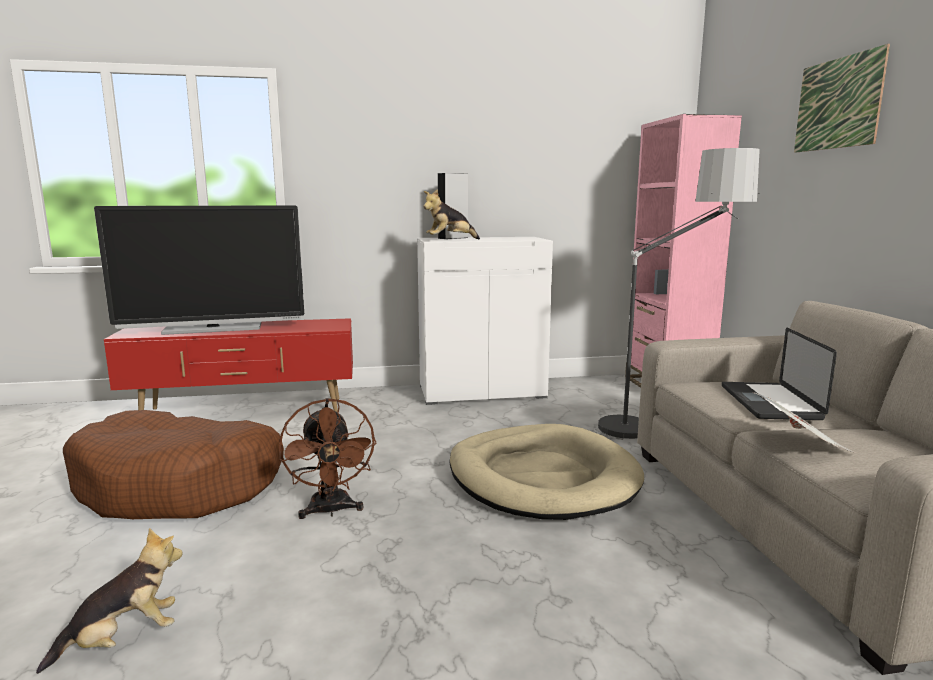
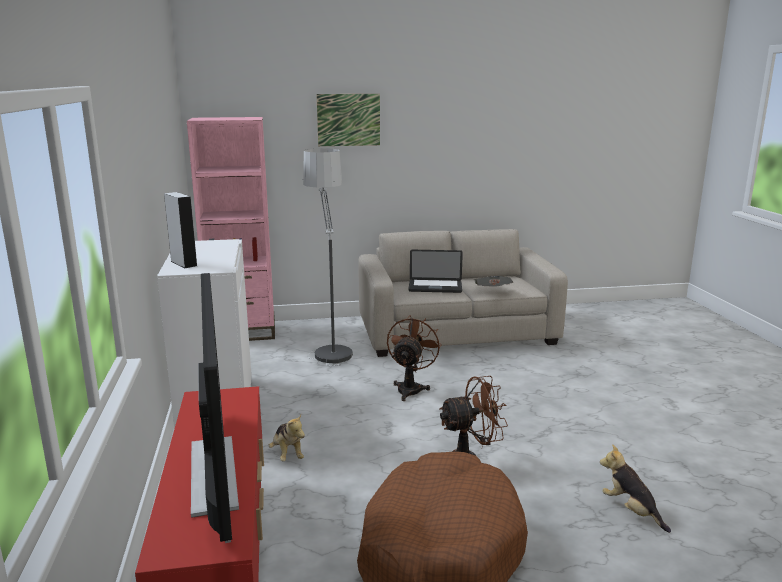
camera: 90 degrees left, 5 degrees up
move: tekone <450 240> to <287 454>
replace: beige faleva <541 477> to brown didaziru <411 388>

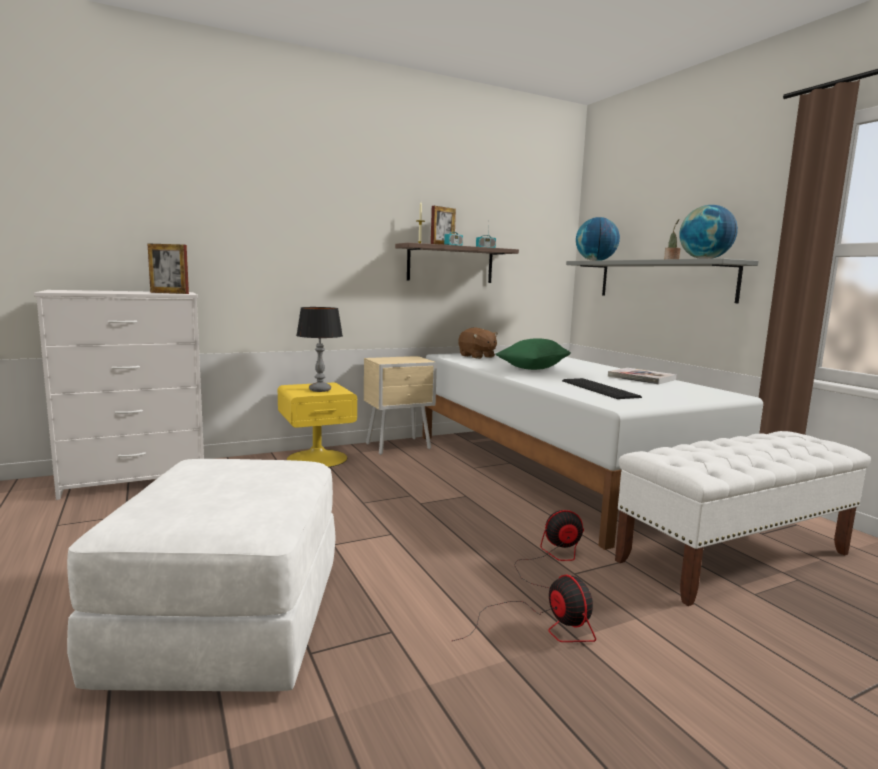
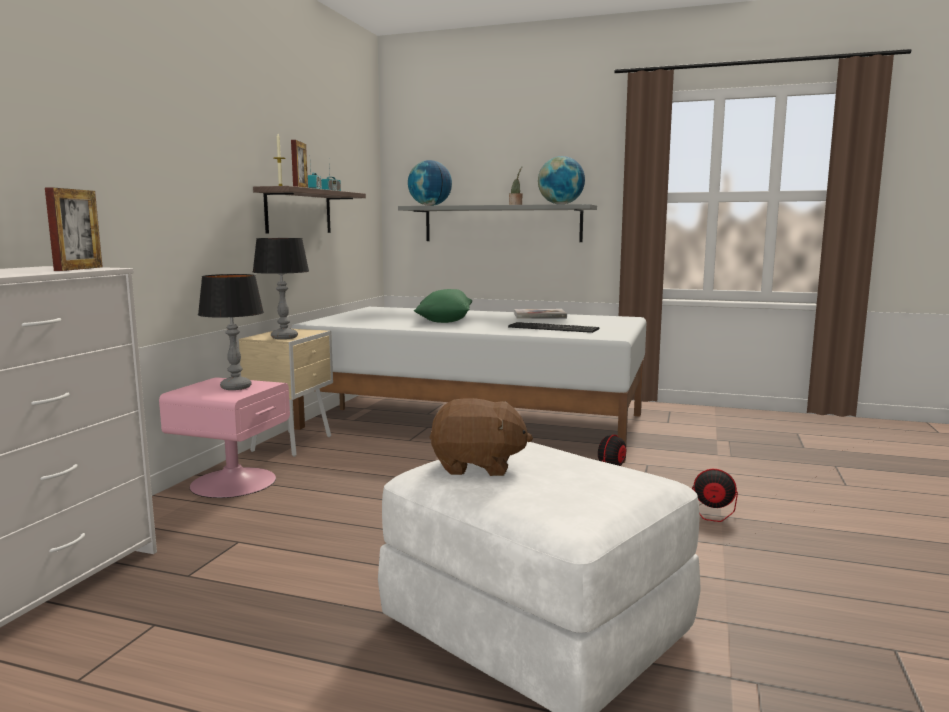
camera: 45 degrees left, 0 degrees up
delete: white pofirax <734 557>
insert: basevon <284 337>
move: brown tekone <477 356> to <477 466>
recolor: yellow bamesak <317 458> to pink bamesak <232 482>
rotate: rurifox <169 293> = <79 269> 45 degrees counterclockwise

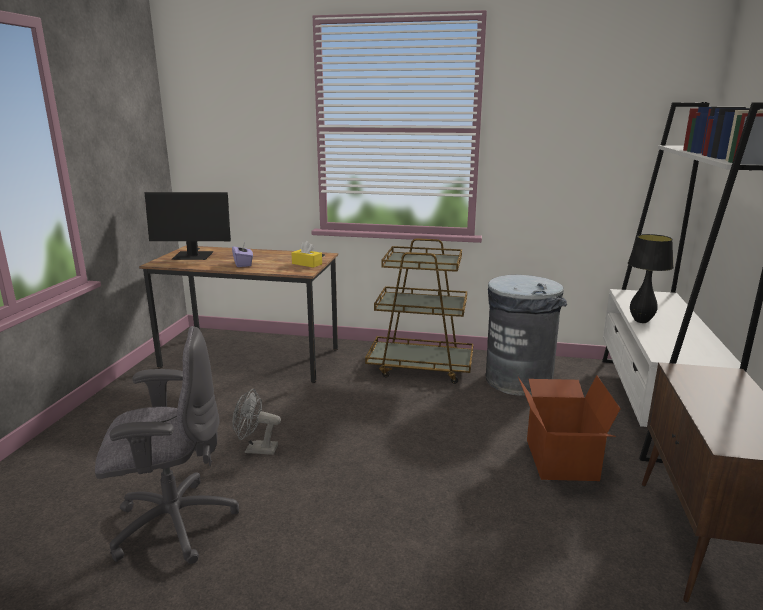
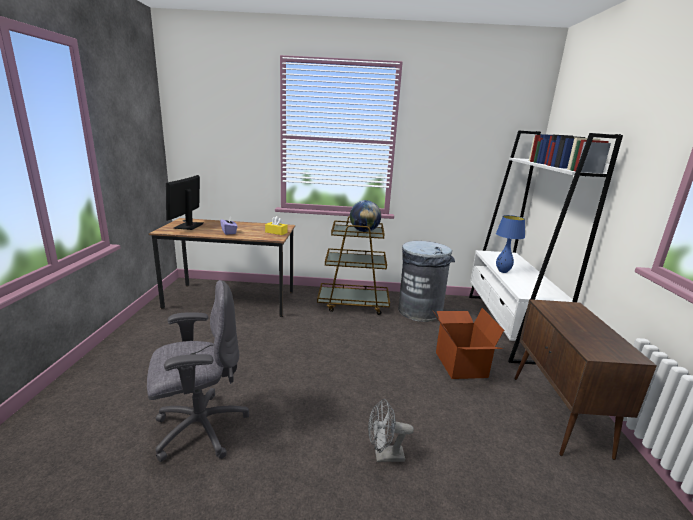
camera: 10 degrees left, 0 degrees up
insert: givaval <364 231>
move: grey didaziru <256 449> to <384 456>
recolor: black basevon <641 321> to blue basevon <503 271>
rotate: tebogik <193 256> = <188 226> 105 degrees clockwise

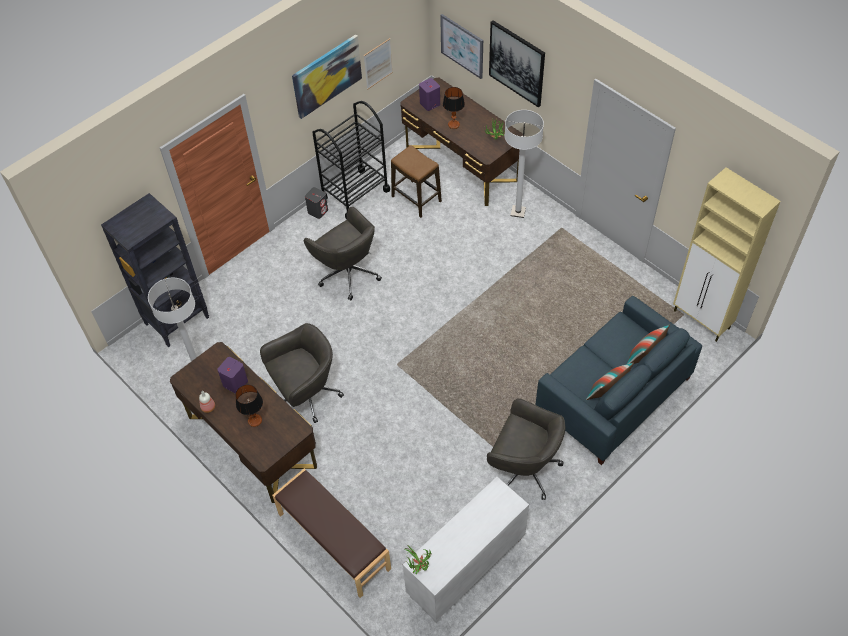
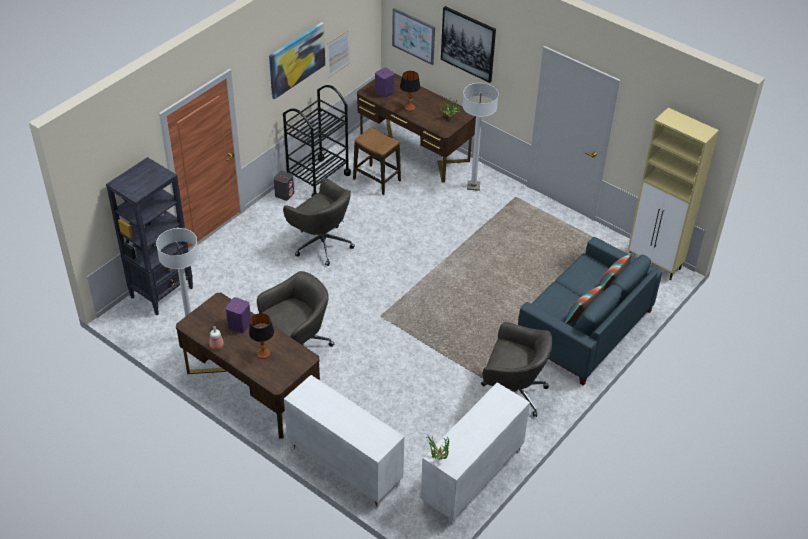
camera: 10 degrees left, 10 degrees down
replace: brown pofirax <333 541> to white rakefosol <343 466>

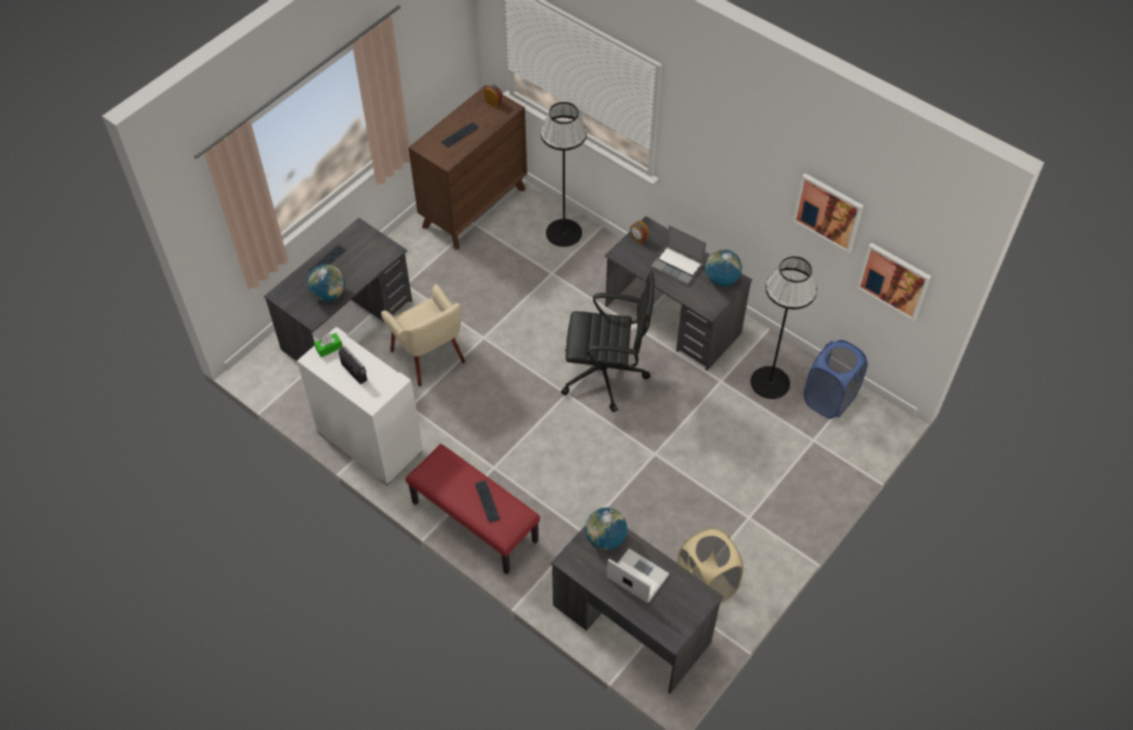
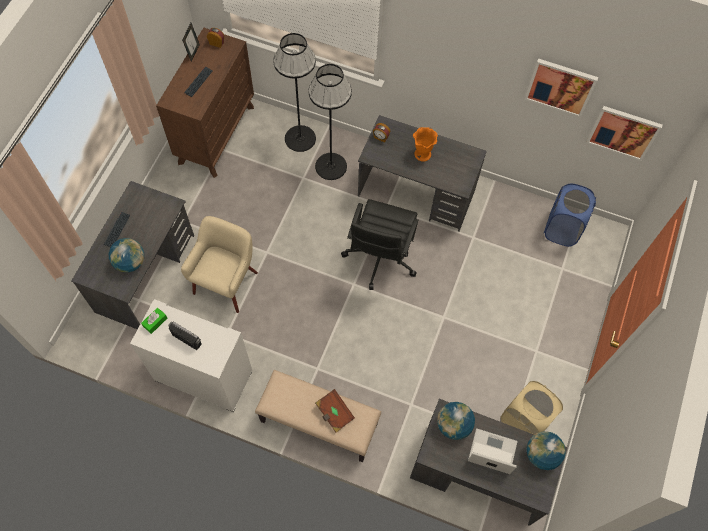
camera: 20 degrees left, 10 degrees up
insert: rurifox <193 52>
move: givaval <721 279> to <541 454>; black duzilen <770 382> to <331 166>
replace: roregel <678 265> to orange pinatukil <422 154>; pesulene <487 501> to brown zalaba <334 413>
recolor: red pofirax <474 522> to beige pofirax <318 423>
rotate: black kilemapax <606 375> = <380 258> 120 degrees clockwise; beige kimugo <429 356> = <226 282> 105 degrees counterclockwise

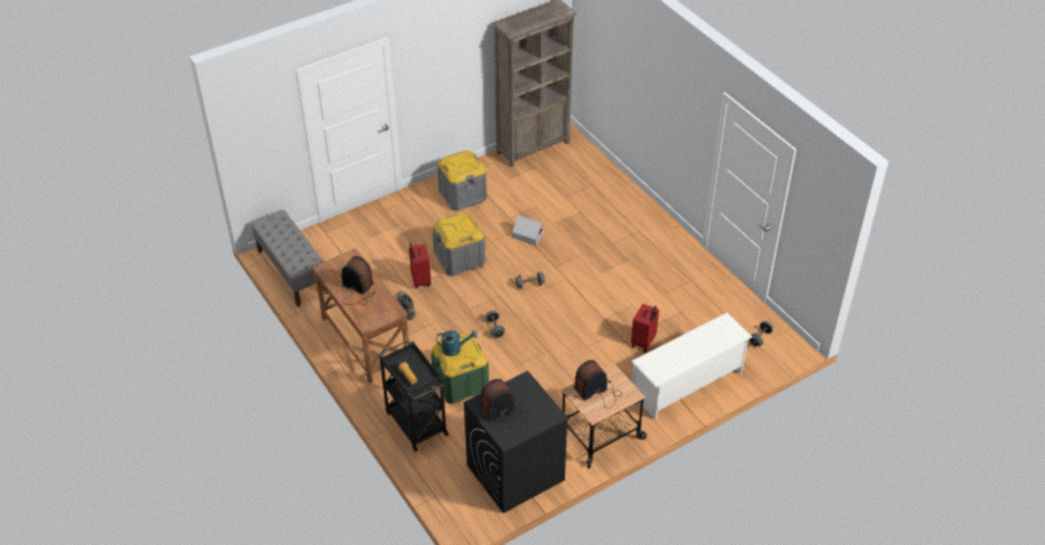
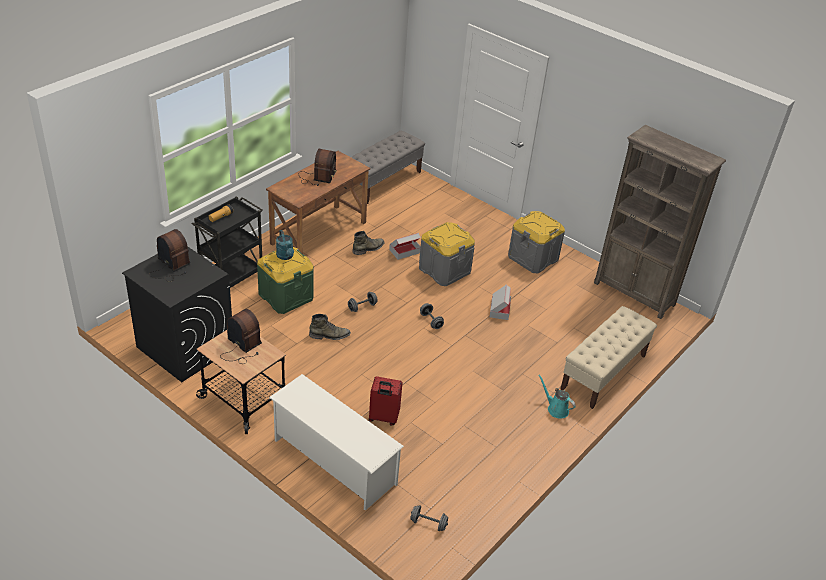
camera: 70 degrees right, 5 degrees down
insert: beige pofirax <603 372>; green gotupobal <329 335>; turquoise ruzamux <556 409>
replace: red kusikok <420 280> to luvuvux <405 251>

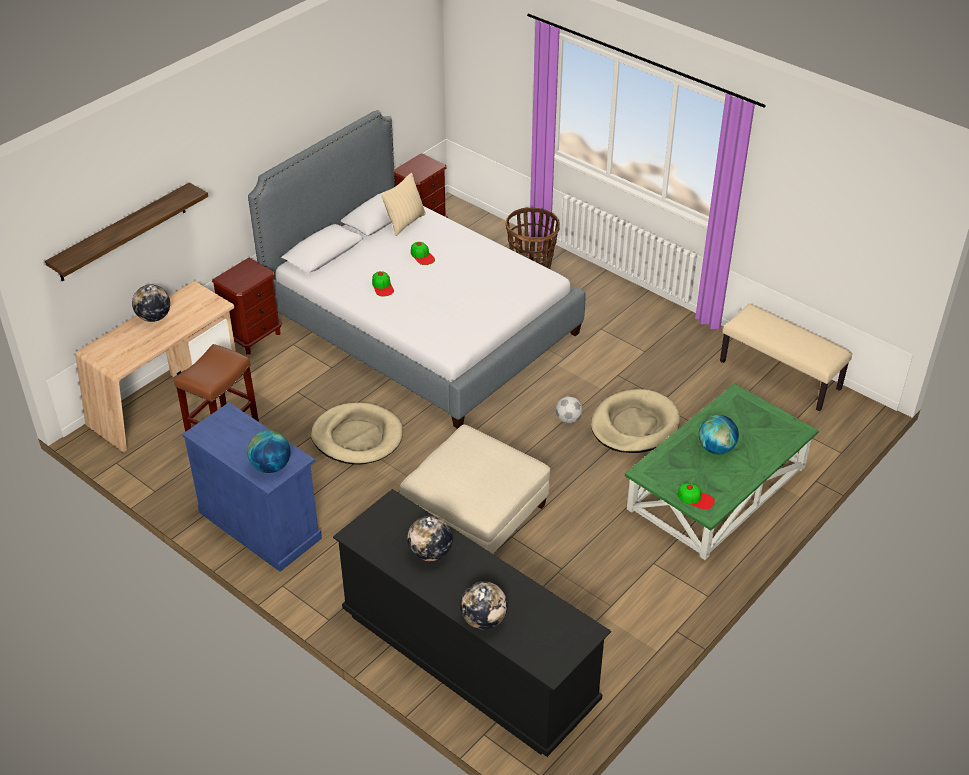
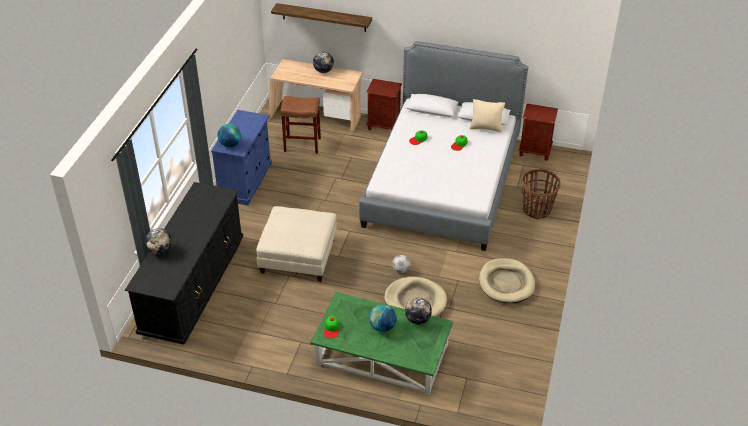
camera: 65 degrees right, 0 degrees up
delete: beige pofirax <780 375>
move: beige faleva <357 437> to <506 283>; givaval <430 553> to <417 320>

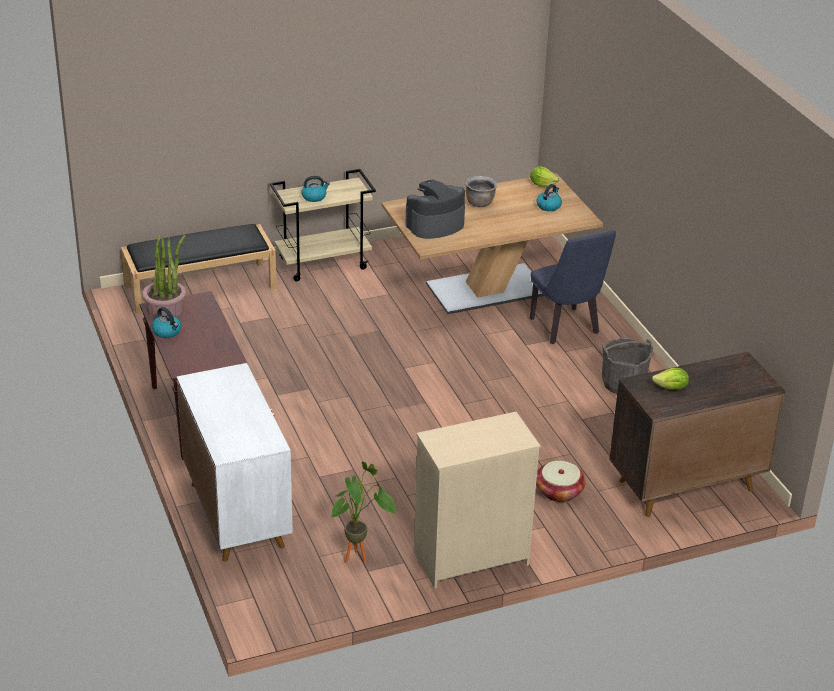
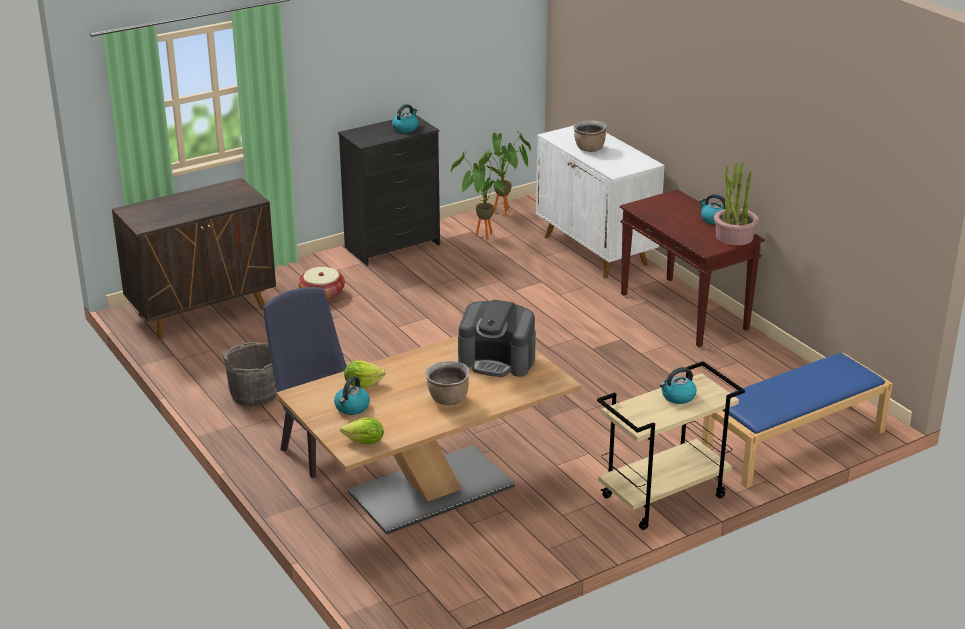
camera: 170 degrees right, 5 degrees down
insert: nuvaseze <405 128>; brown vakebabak <589 149>; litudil <506 213>
move: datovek <671 388> to <362 384>
recolor: black pofirax <201 286> to blue pofirax <793 443>; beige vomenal <470 557> to black vomenal <392 246>
rotate: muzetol <435 225> = <497 360> 60 degrees clockwise

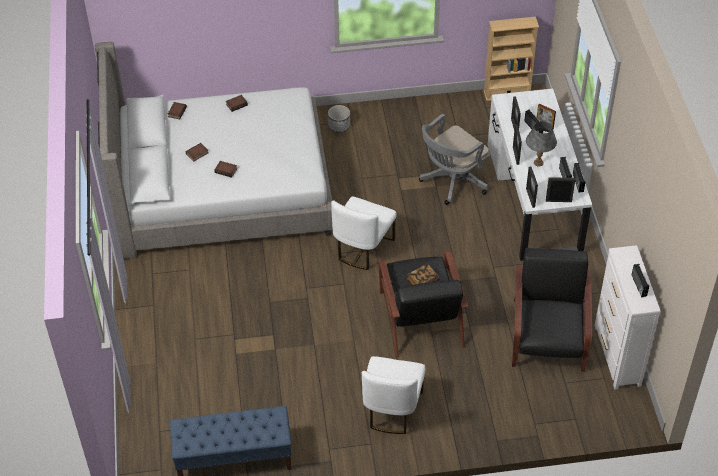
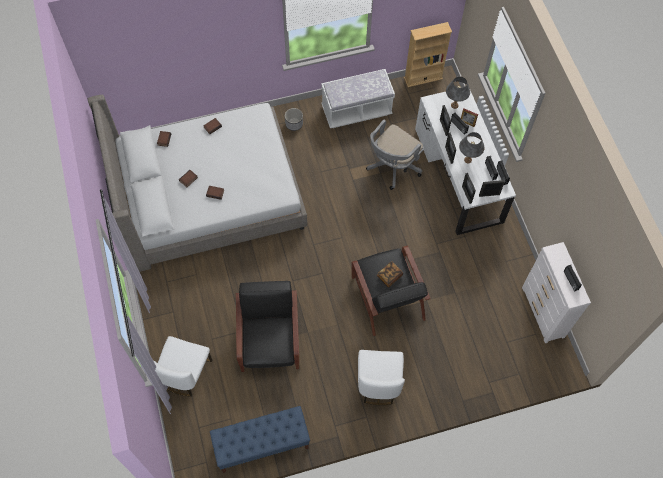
camera: 10 degrees left, 15 degrees up
insert: white pofirax <356 111>; grey basevon <454 105>
move: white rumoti <363 248> to <185 373>; black kimugo <548 336> to <269 339>

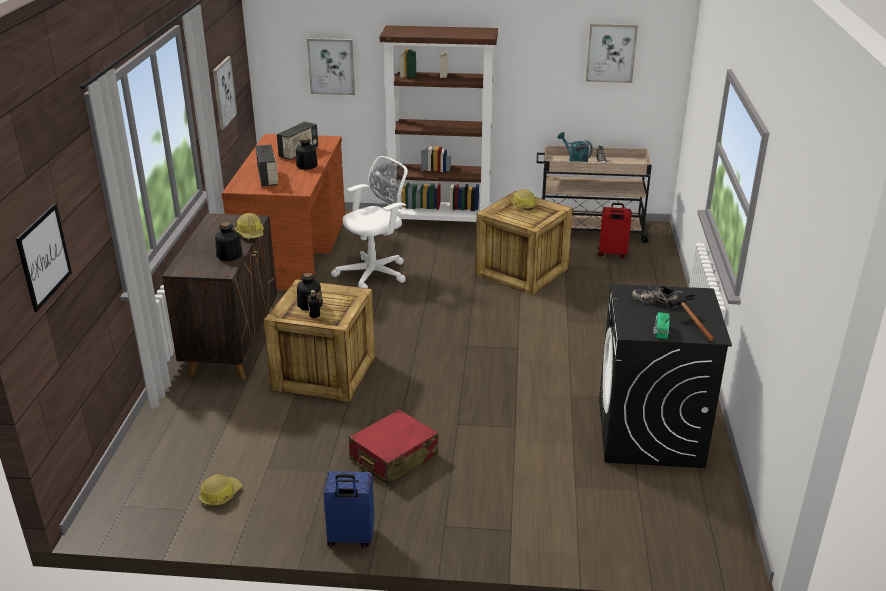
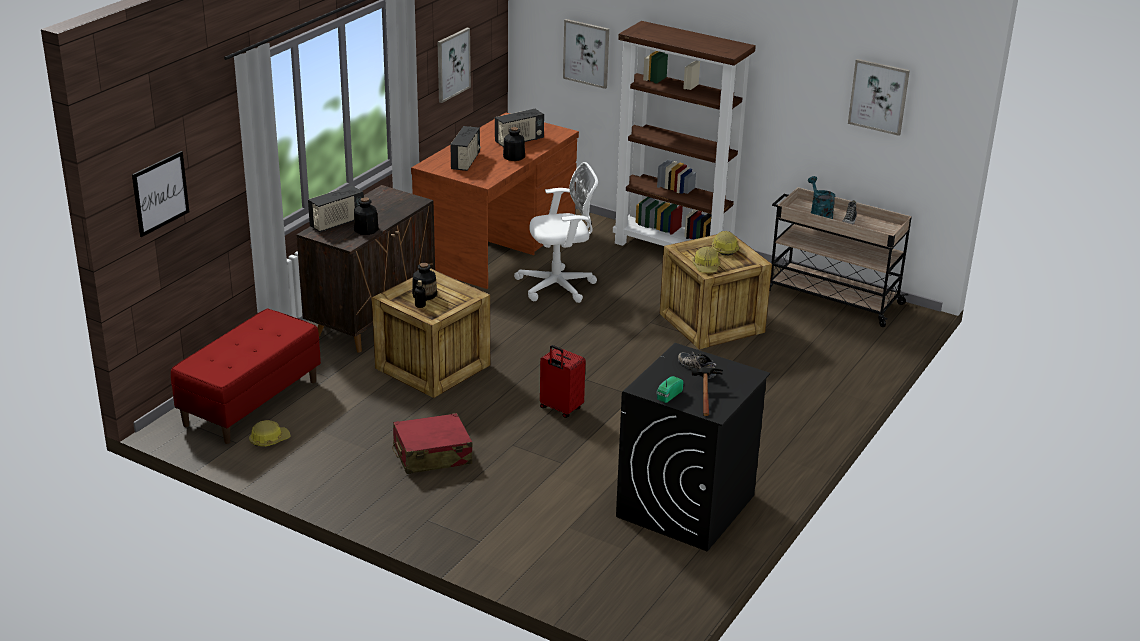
camera: 25 degrees right, 0 degrees up
delete: blue kusikok <350 538>
insert: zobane <337 223>; red pofirax <251 402>
move: red kusikok <612 254> to <560 409>; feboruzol <250 233> to <706 267>

